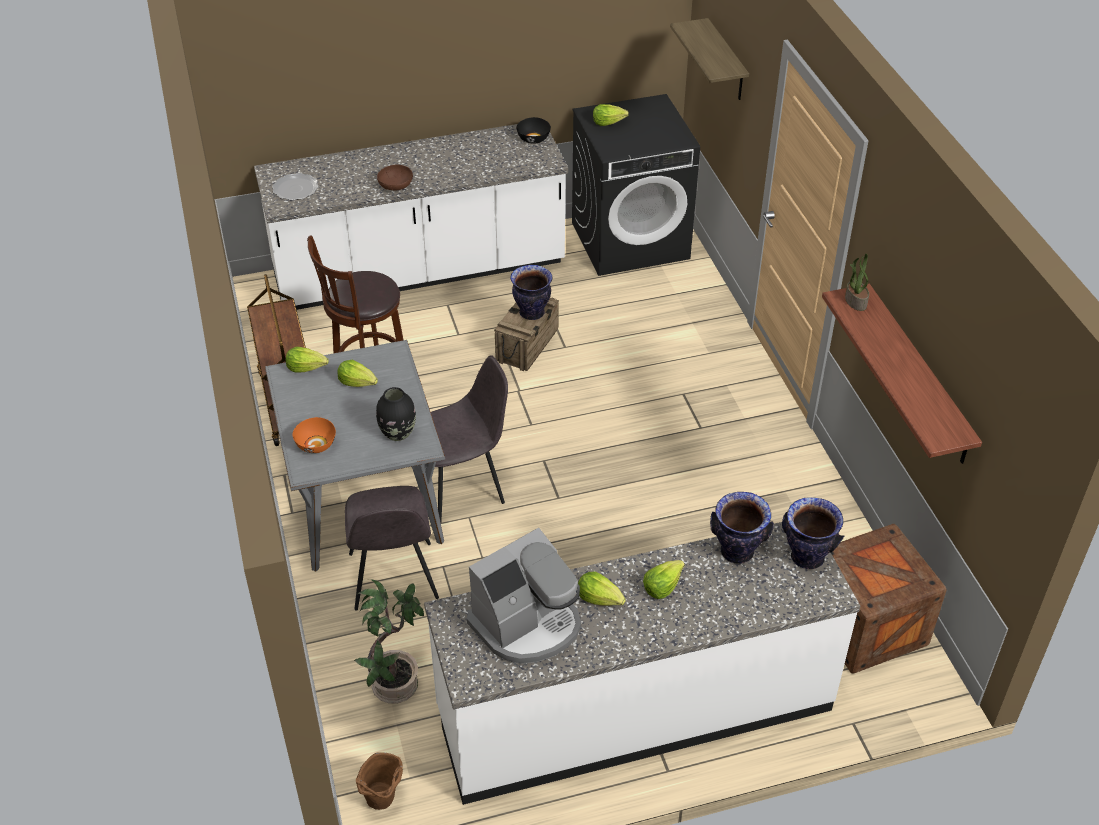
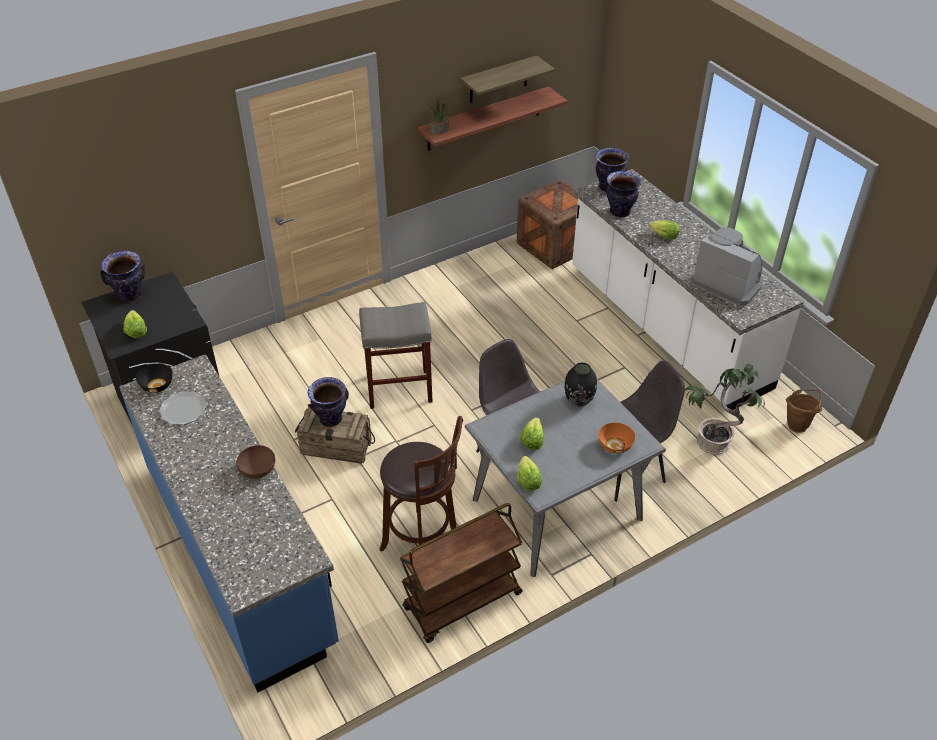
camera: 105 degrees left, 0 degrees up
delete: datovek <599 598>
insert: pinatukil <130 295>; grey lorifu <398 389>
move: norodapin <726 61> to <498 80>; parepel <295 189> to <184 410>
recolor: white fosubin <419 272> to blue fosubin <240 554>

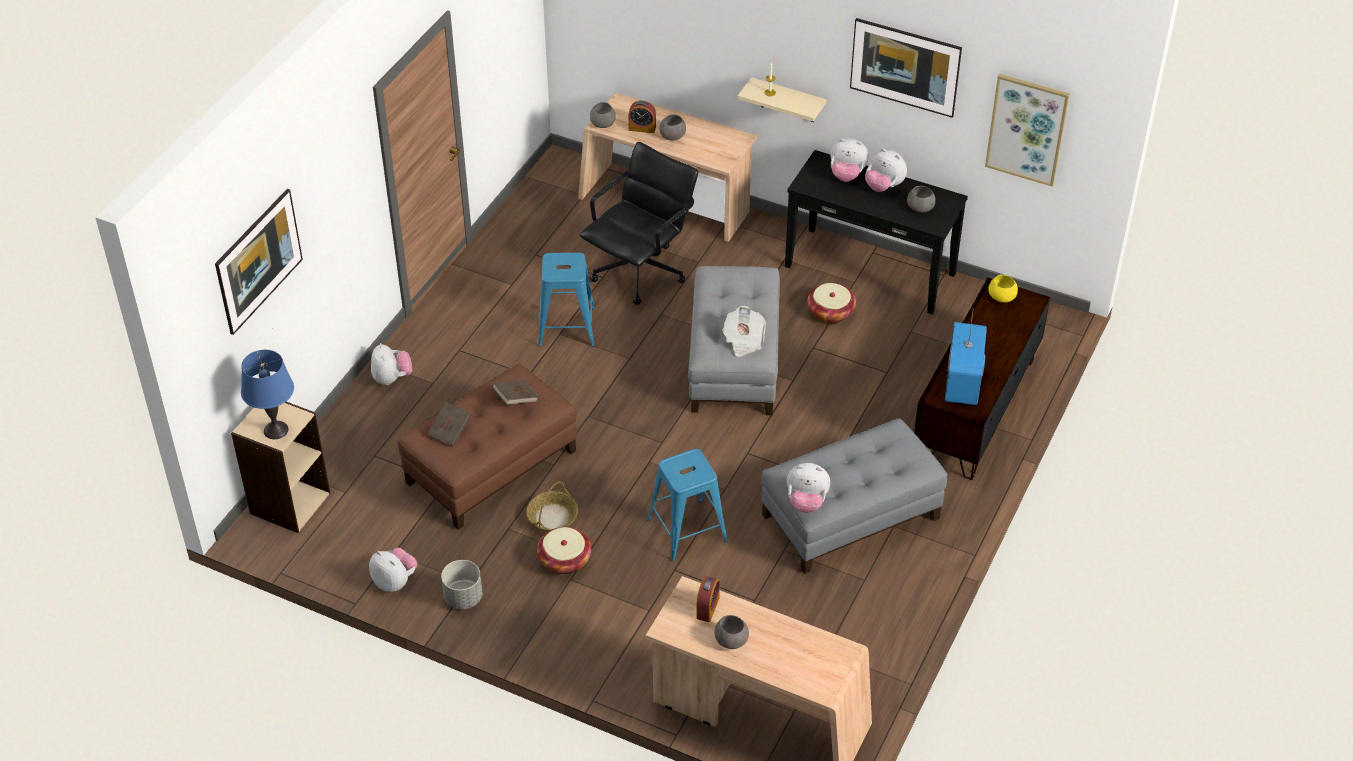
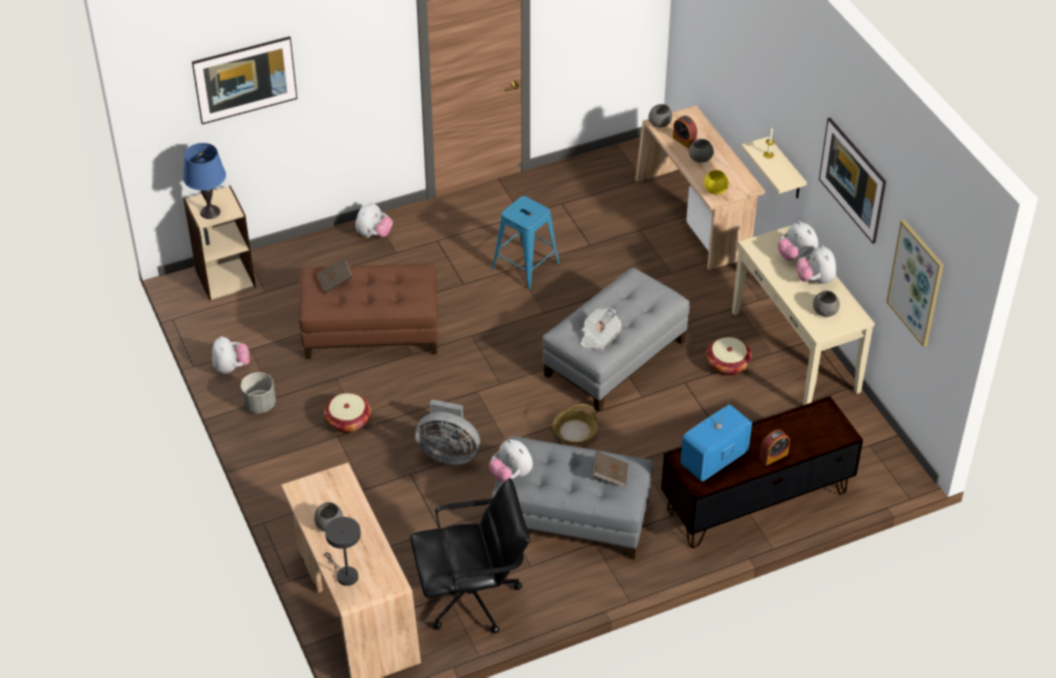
camera: 40 degrees right, 0 degrees up
insert: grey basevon <344 575>
move: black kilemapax <640 272> to <472 598>; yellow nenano <1002 297> to <715 190>; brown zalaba <515 399> to <610 475>; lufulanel <552 517> to <574 432>; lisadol <707 608> to <773 456>
replace: blue lorifu <687 530> to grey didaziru <448 453>
recolor: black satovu <870 269> to beige satovu <795 351>

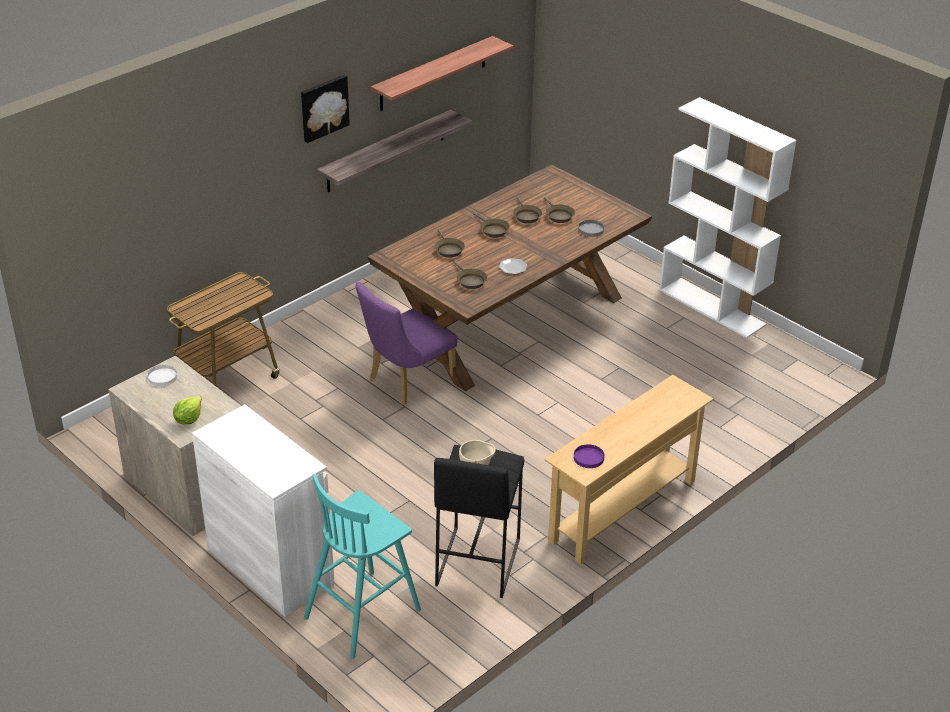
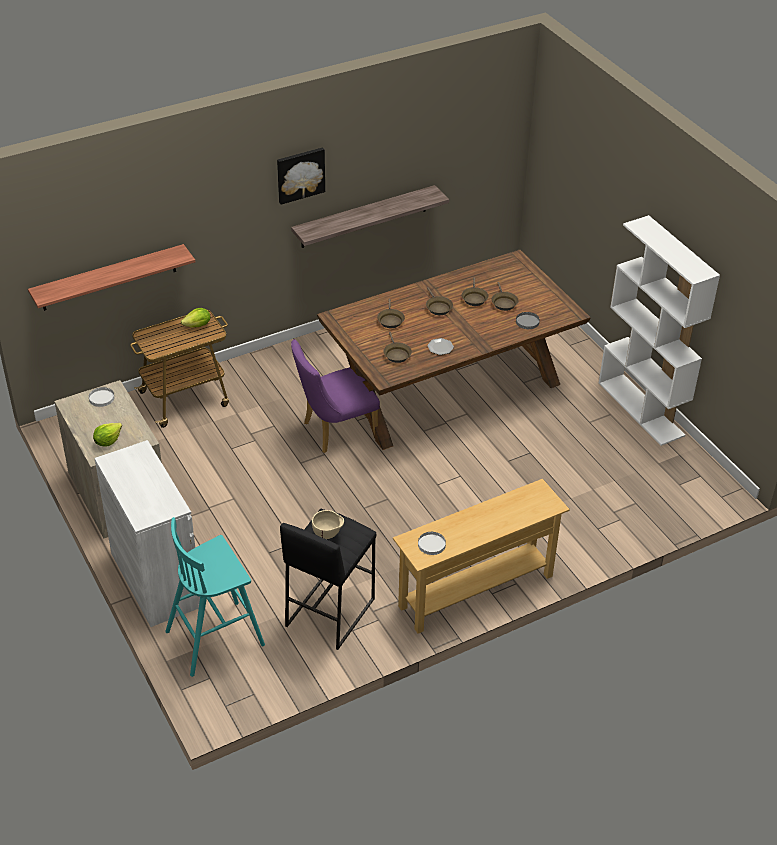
camera: 15 degrees right, 5 degrees up
insert: datovek <198 325>
move: norodapin <433 74> to <109 278>
recolor: purple parepel <588 458> to white parepel <431 544>

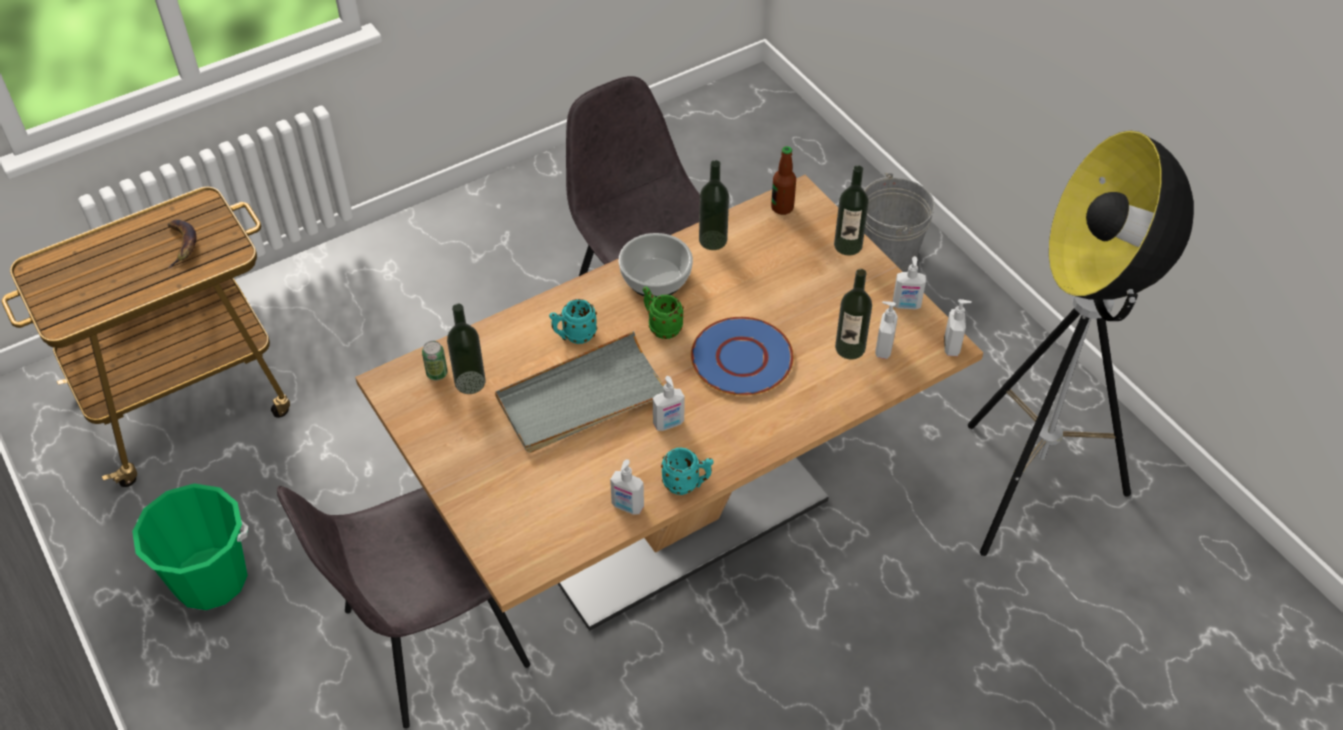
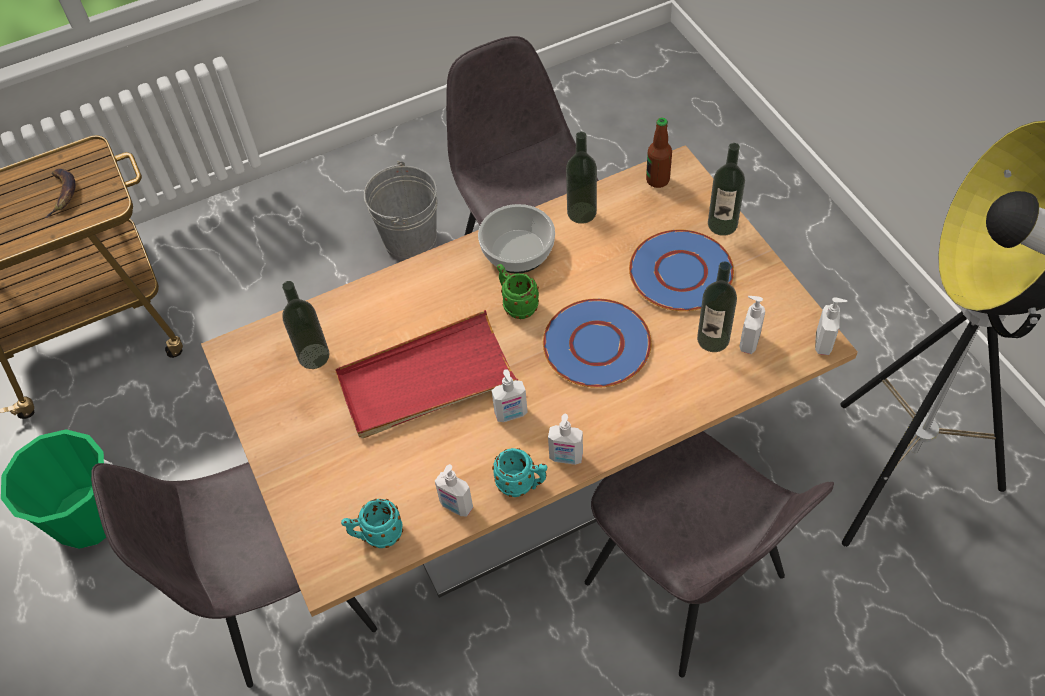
camera: 10 degrees right, 5 degrees up
delete: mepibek <437 373>
insert: blue parepel <681 272>; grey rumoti <688 583>
move: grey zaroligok <889 255> to <410 241>; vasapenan <906 305> to <566 458>; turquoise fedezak <574 336> to <377 535>
recolor: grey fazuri <582 398> to red fazuri <425 380>

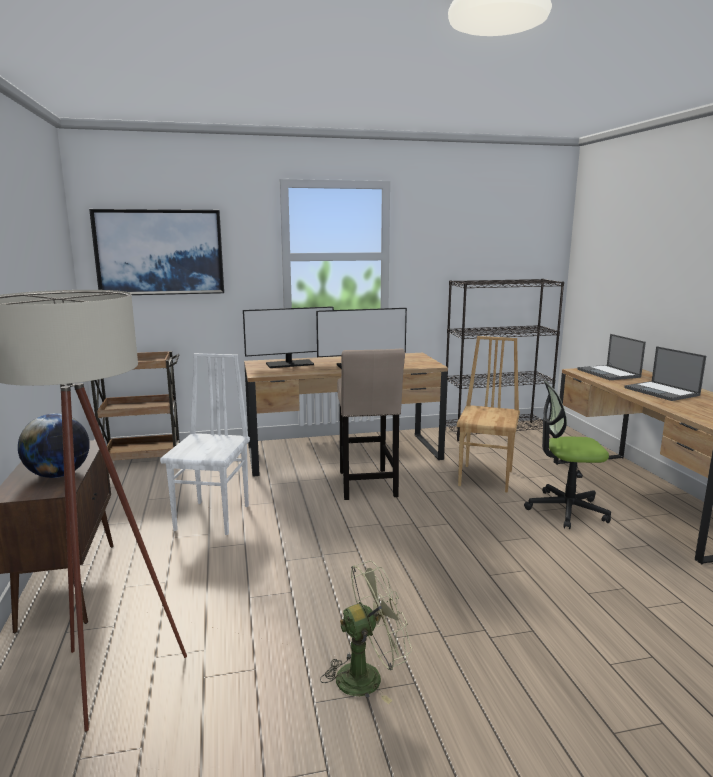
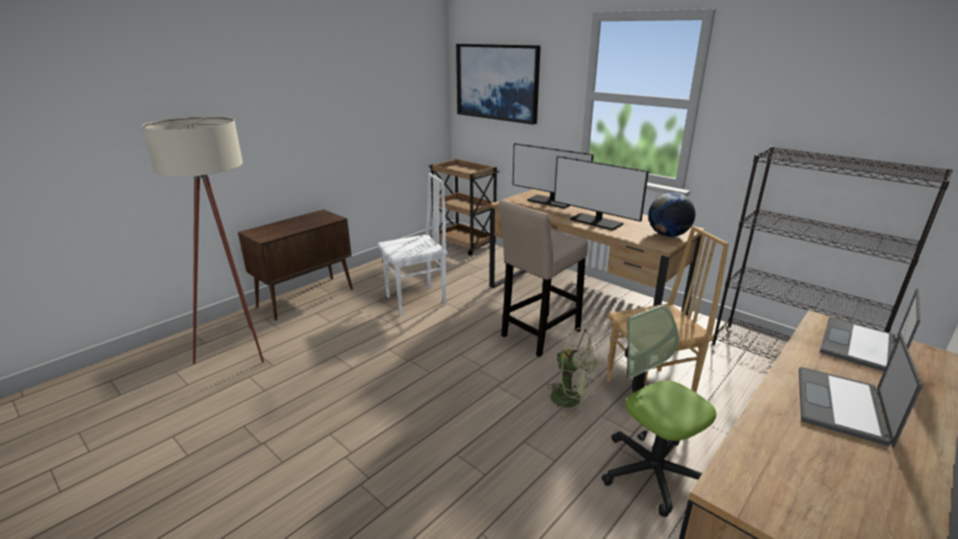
camera: 55 degrees right, 10 degrees up
move: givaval <58 475> to <668 235>; green didaziru <367 675> to <572 400>

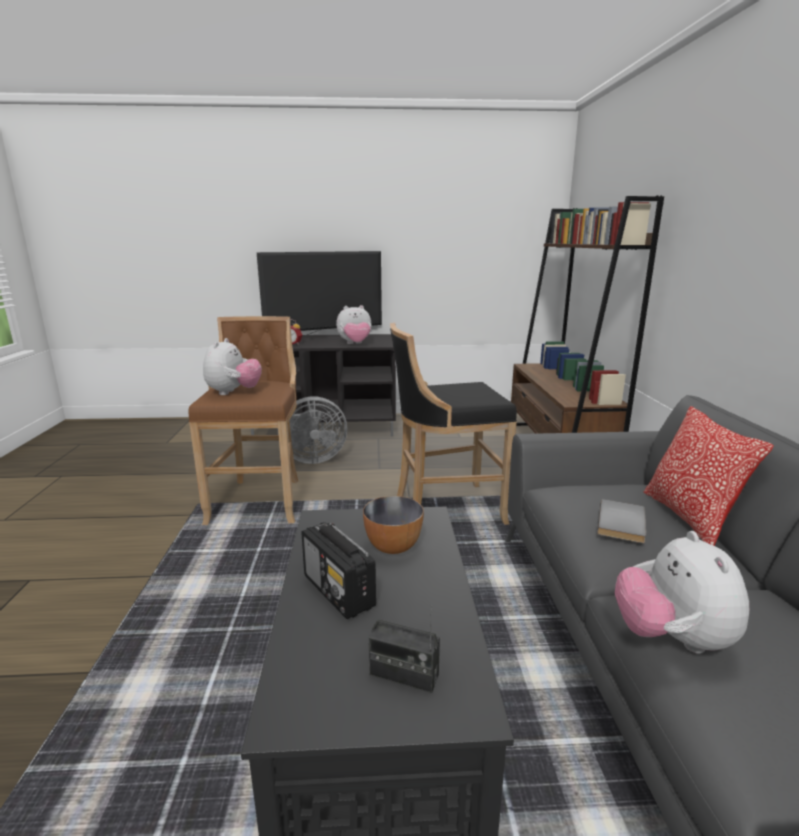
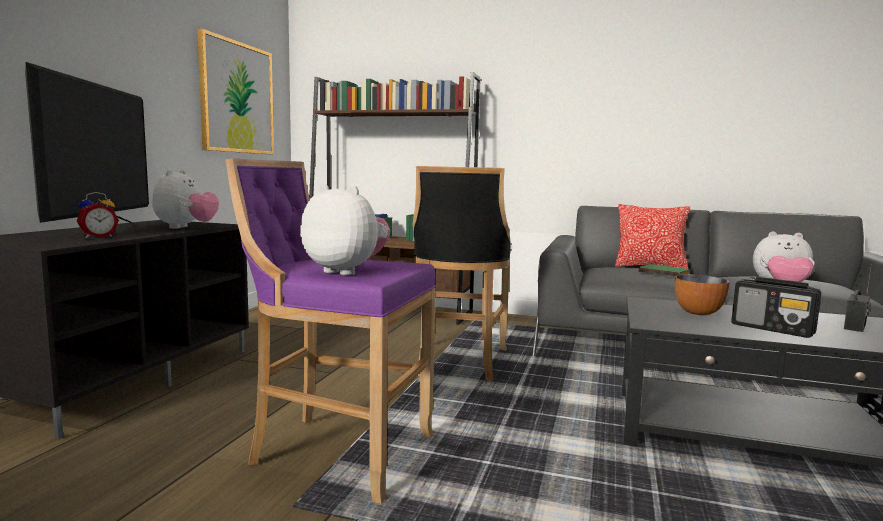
camera: 70 degrees left, 10 degrees down
delete: grey didaziru <311 459>
insert: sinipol <237 98>
recolor: brown lorifu <260 499> to purple lorifu <336 451>; grey zalaba <623 523> to green zalaba <664 272>
rotate: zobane <339 592> = <773 329> 60 degrees clockwise

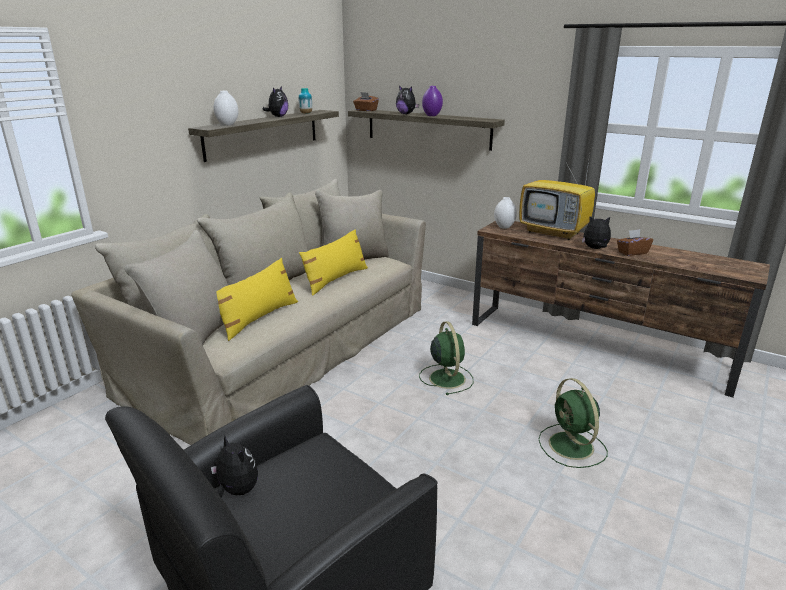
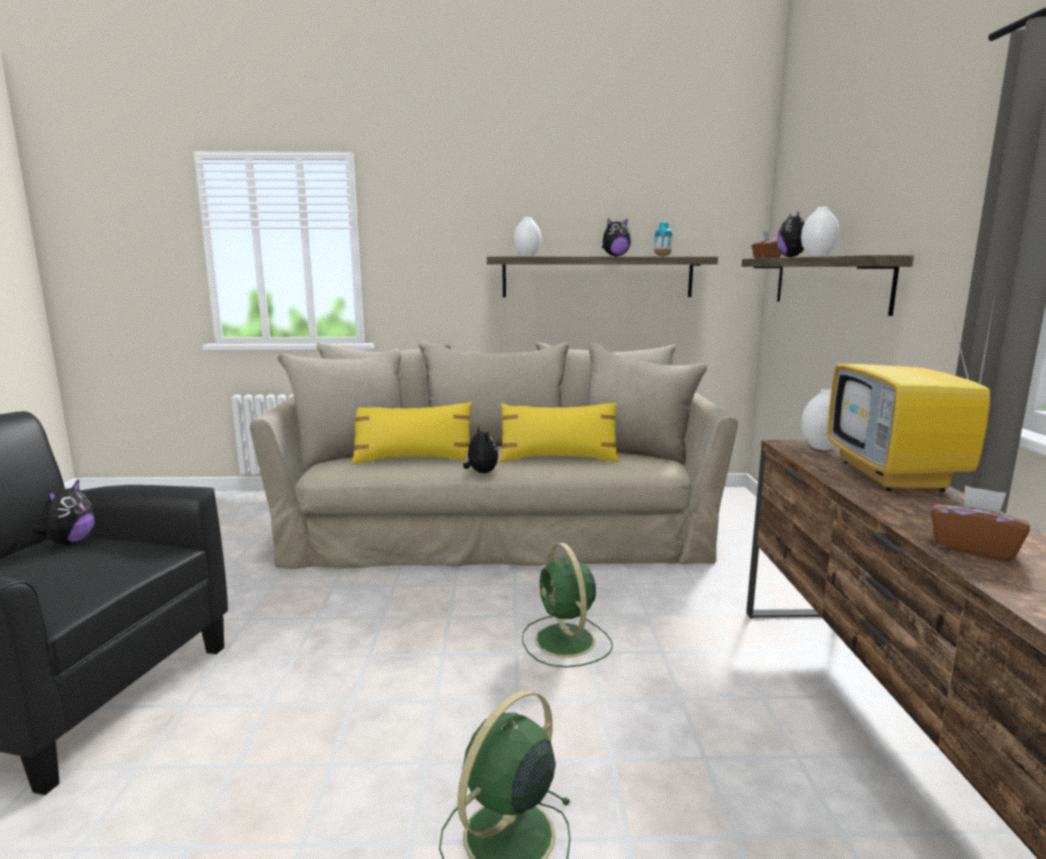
camera: 55 degrees right, 10 degrees down
move: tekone <595 249> to <480 472>
recolor: purple pinatukil <432 115> to white pinatukil <817 256>
rotate: green didaziru <446 378> = <566 642> 120 degrees clockwise

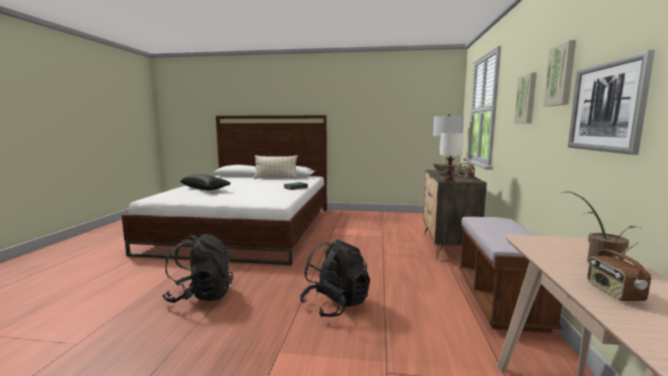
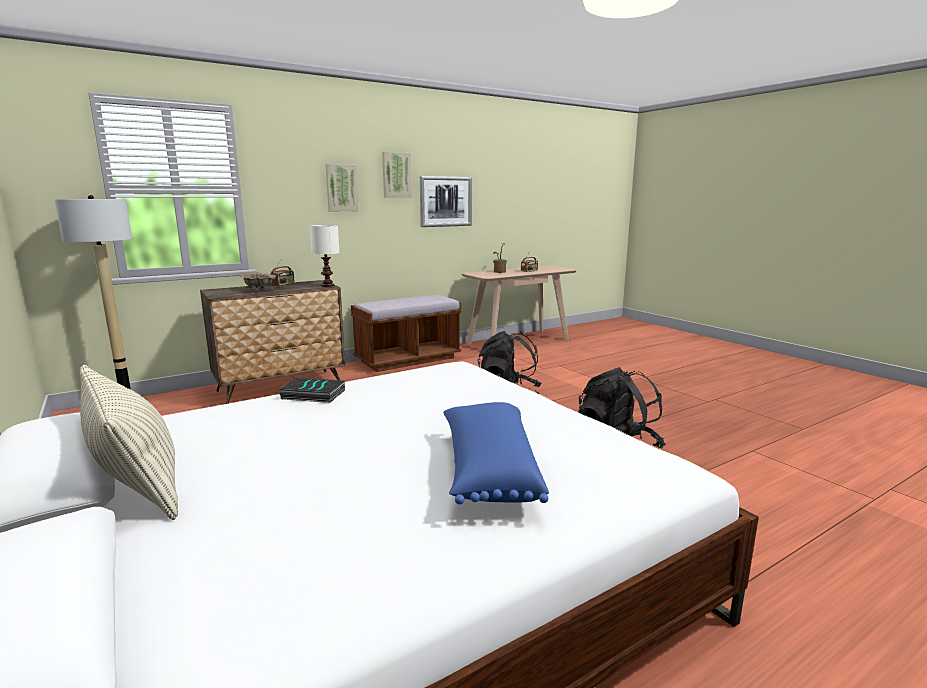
camera: 130 degrees left, 5 degrees up
recolor: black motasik <205 189> to blue motasik <488 470>

